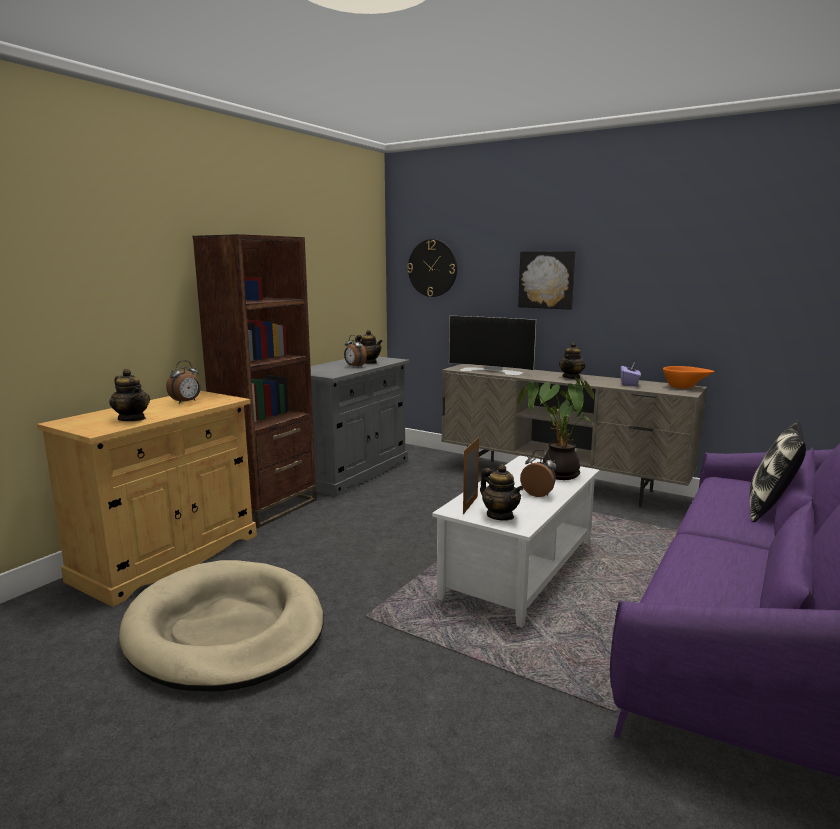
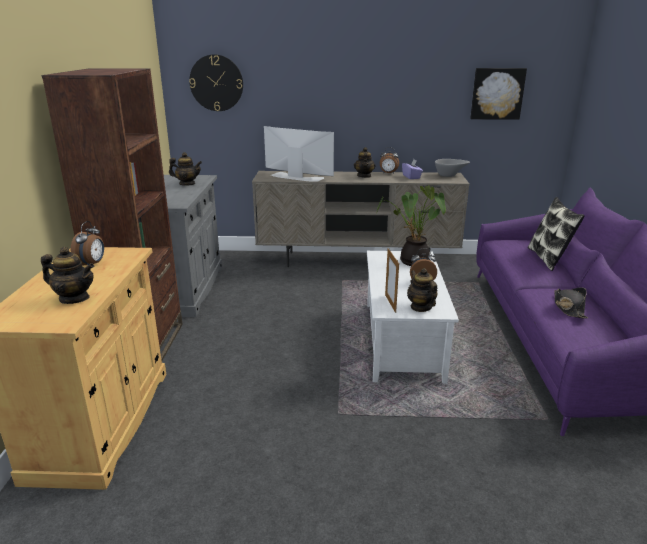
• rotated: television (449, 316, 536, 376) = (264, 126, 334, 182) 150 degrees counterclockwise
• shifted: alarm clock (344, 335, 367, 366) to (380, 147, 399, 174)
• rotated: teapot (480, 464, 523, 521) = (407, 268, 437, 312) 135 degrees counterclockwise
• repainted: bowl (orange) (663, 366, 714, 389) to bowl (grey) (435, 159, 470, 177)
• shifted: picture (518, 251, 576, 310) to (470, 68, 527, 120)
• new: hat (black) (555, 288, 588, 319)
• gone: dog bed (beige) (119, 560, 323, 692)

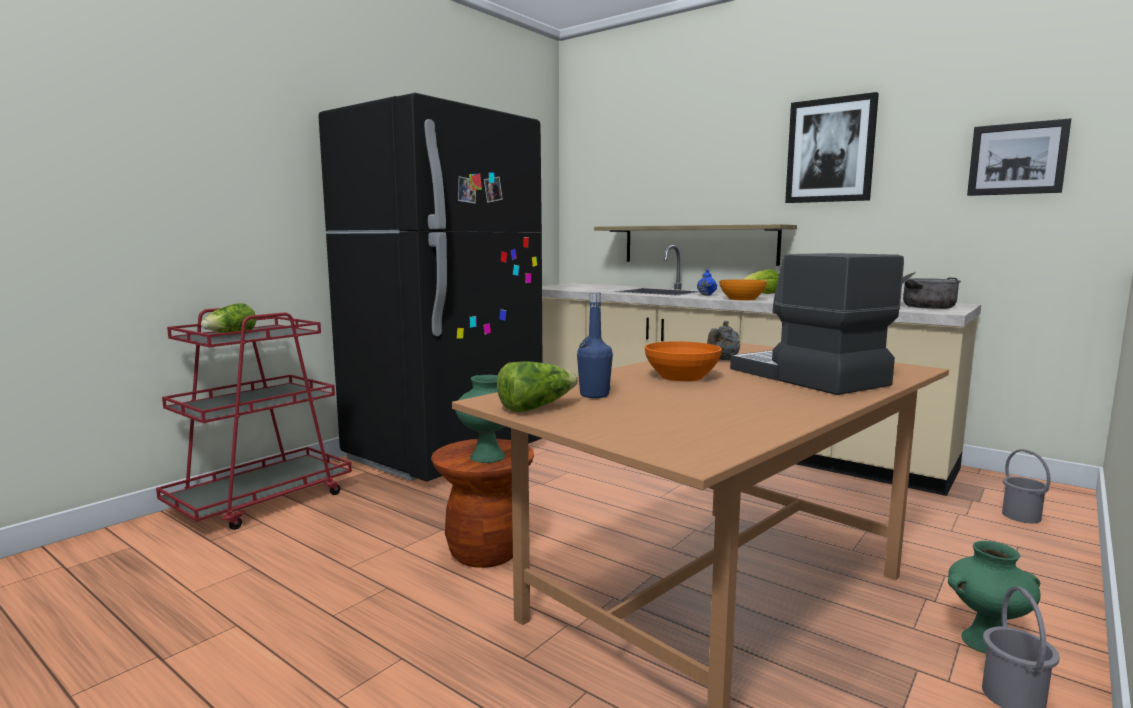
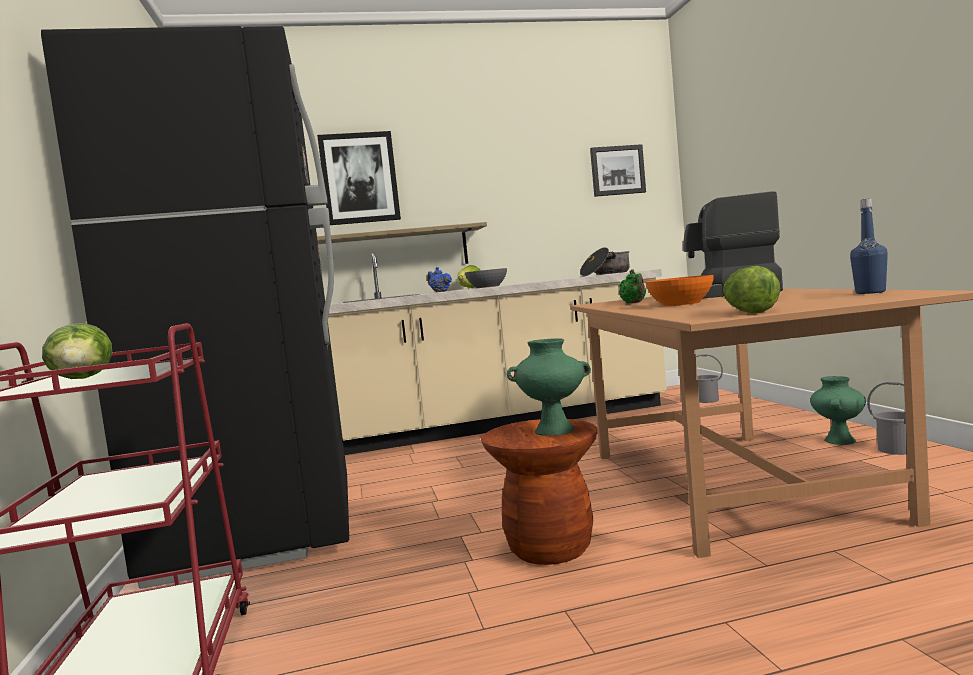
• shifted: picture (785, 92, 879, 203) to (317, 131, 401, 225)
• repainted: bowl (orange) (719, 279, 767, 300) to bowl (grey) (465, 268, 507, 288)
• repainted: teapot (grey) (707, 321, 740, 360) to teapot (green) (619, 269, 646, 304)
• shifted: bottle (blue) (577, 292, 613, 398) to (850, 199, 888, 294)

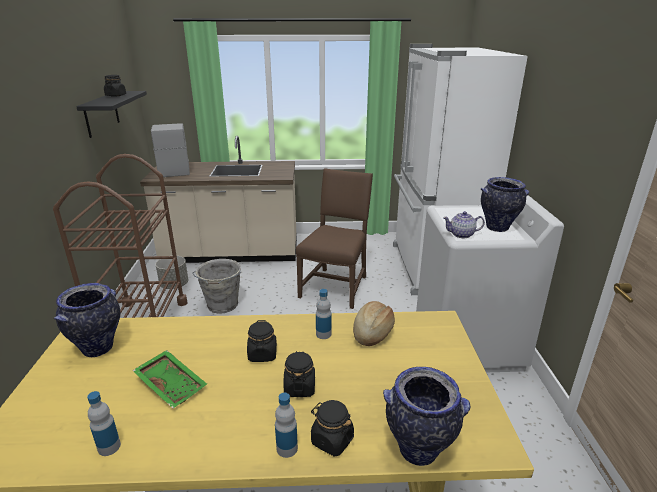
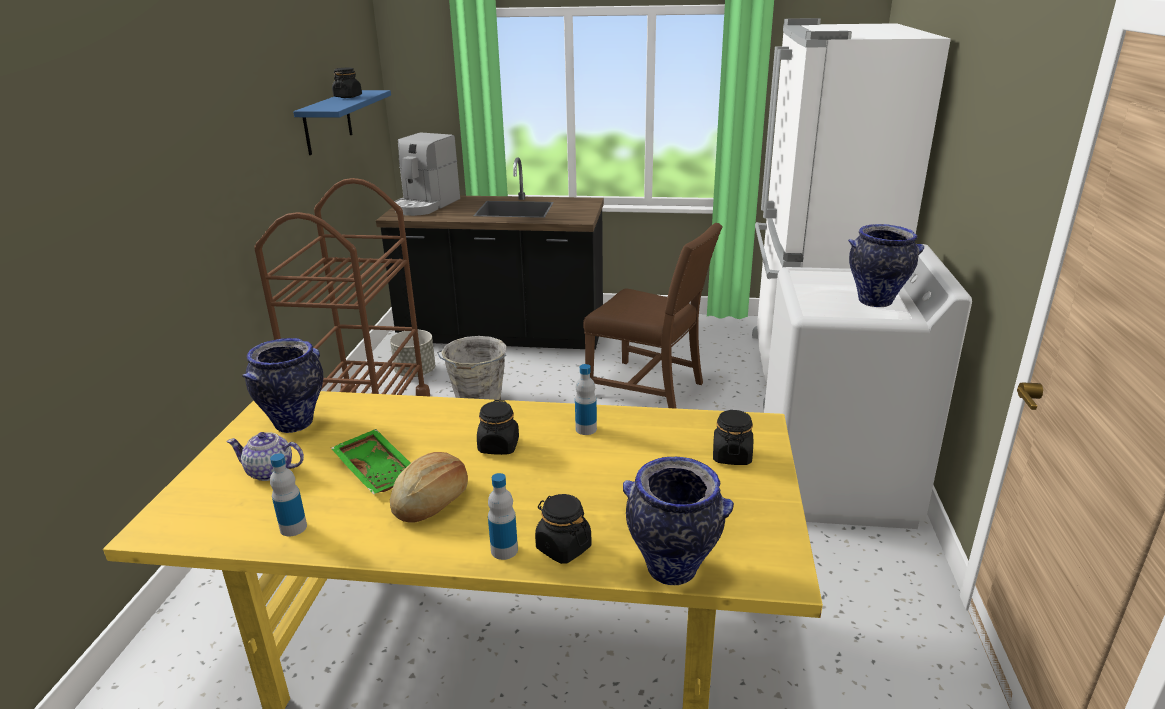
• shifted: teapot (443, 211, 485, 238) to (226, 432, 304, 481)
• repainted: shelf (black) (76, 91, 147, 138) to shelf (blue) (293, 90, 391, 155)
• repainted: counter (beige) (140, 136, 297, 263) to counter (black) (376, 157, 604, 350)
• shifted: bread (353, 301, 395, 346) to (390, 452, 468, 522)
• rotated: coffee machine (151, 123, 190, 177) = (394, 132, 460, 216) 150 degrees counterclockwise
• rotated: chair (brown) (296, 168, 373, 309) = (583, 223, 723, 409) 90 degrees clockwise
• shifted: jar (black) (283, 351, 315, 397) to (713, 410, 753, 465)

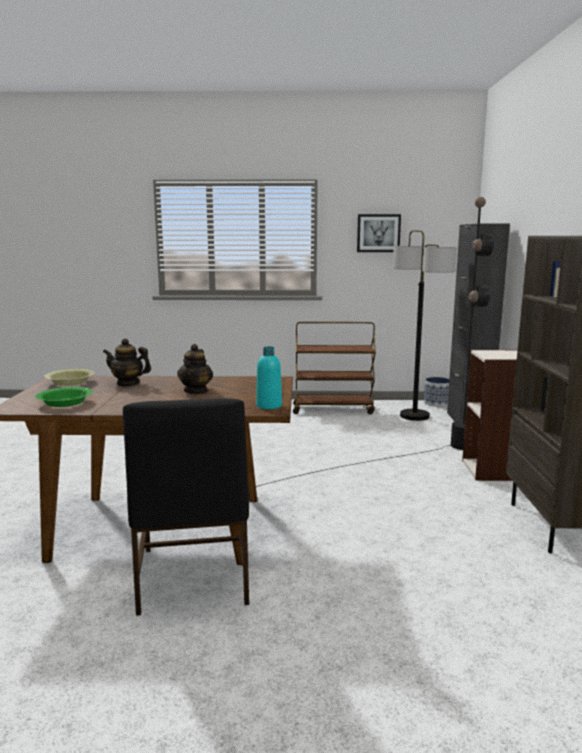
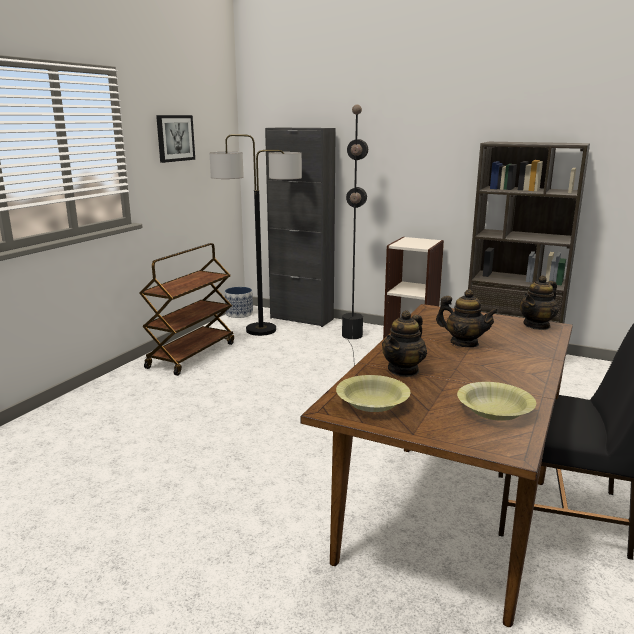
• repainted: bowl (green) (35, 387, 93, 407) to bowl (yellow) (457, 382, 536, 421)
• swapped: bottle (turquoise) (256, 346, 282, 409) to teapot (520, 275, 558, 330)

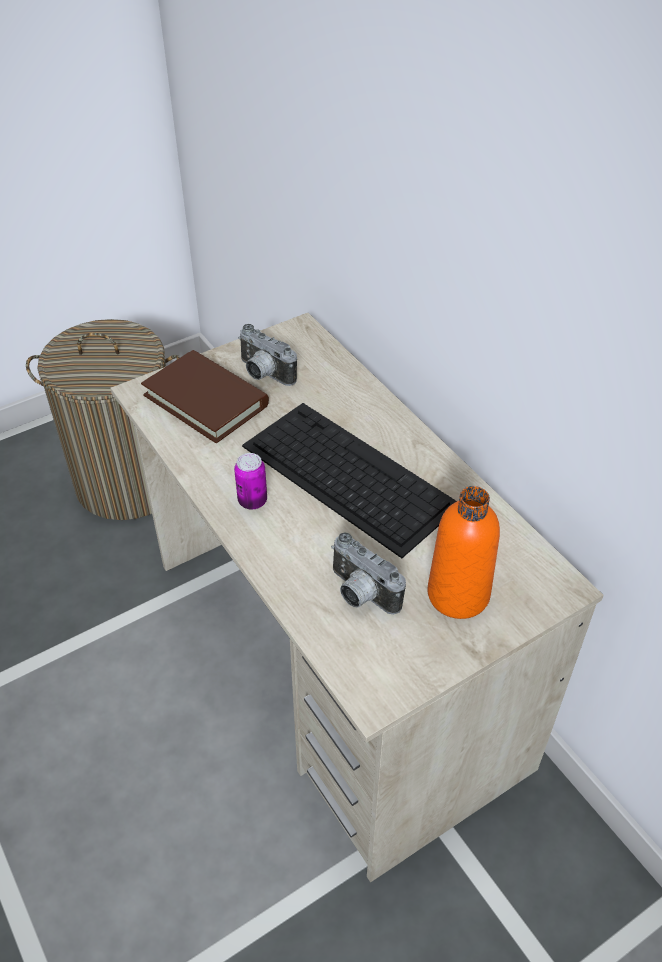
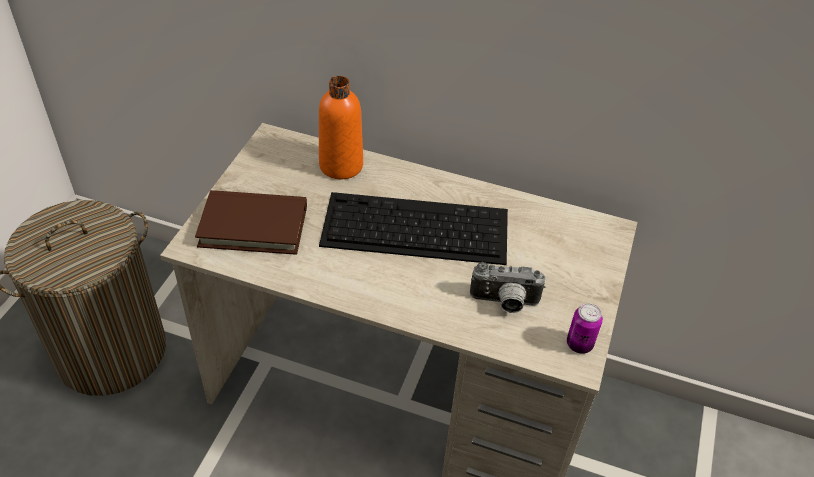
• shifted: bottle (orange) (427, 486, 500, 619) to (319, 76, 363, 179)
• shifted: can (234, 453, 267, 509) to (567, 303, 603, 354)
• gone: photo camera (238, 324, 297, 386)

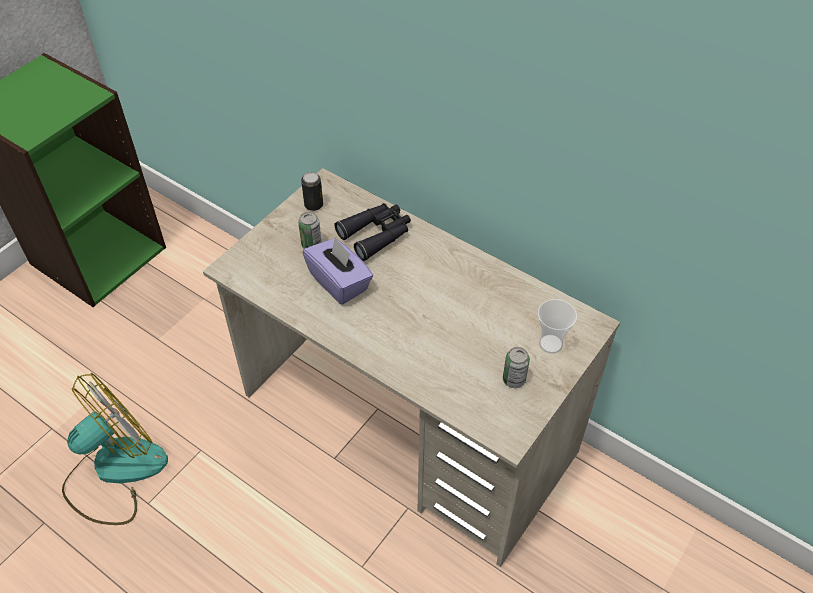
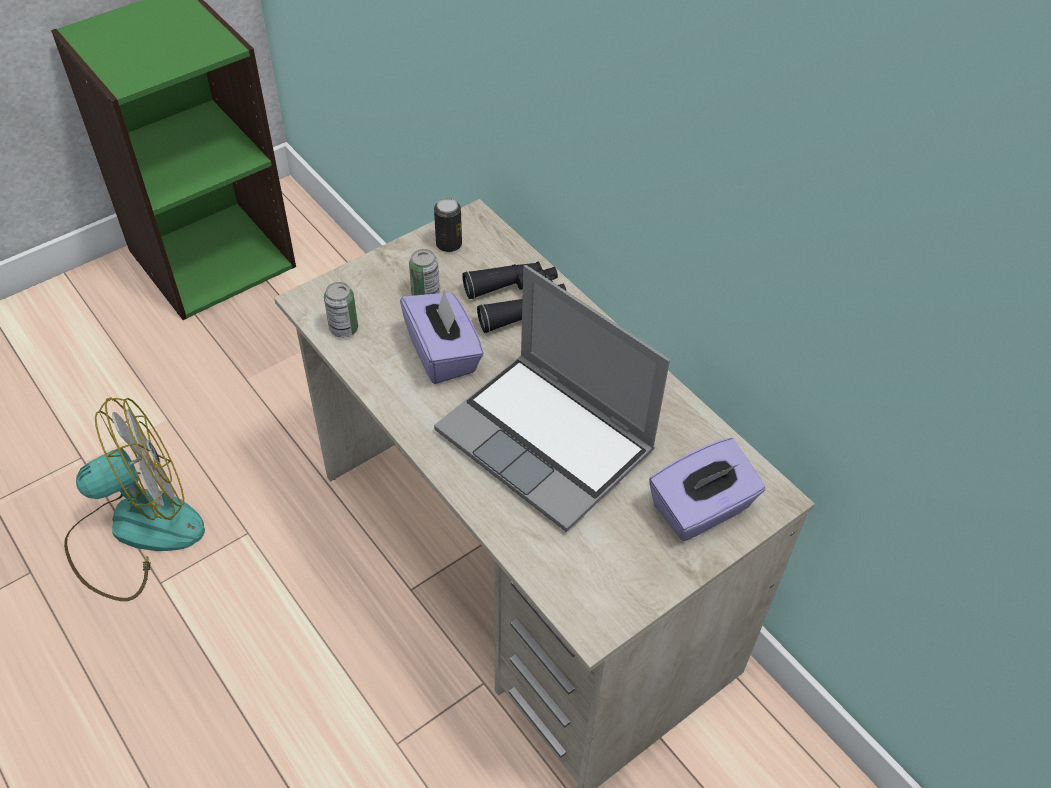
• shifted: can (503, 347, 530, 388) to (324, 282, 358, 338)
• new: laptop (434, 265, 670, 532)
• swapped: cup (538, 299, 577, 354) to tissue box (purple) (649, 438, 765, 541)

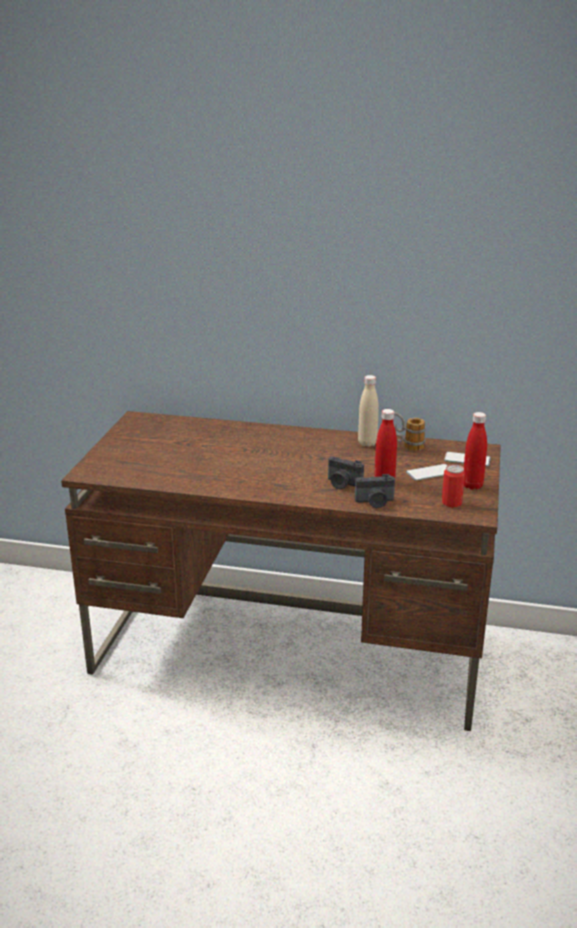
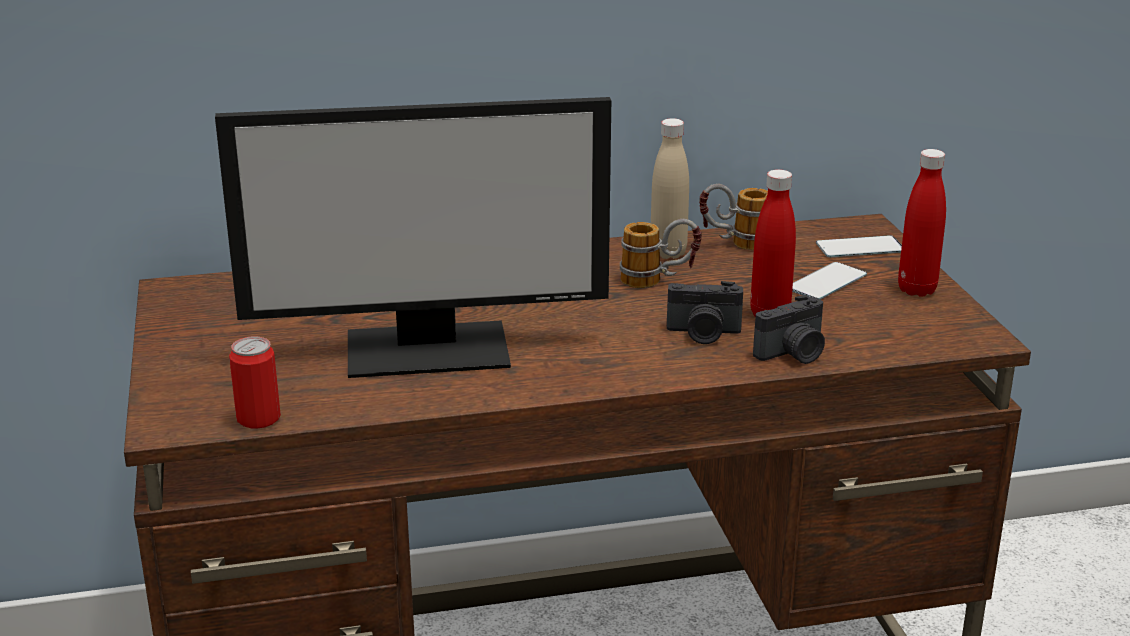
• new: monitor (215, 97, 611, 378)
• shifted: can (442, 464, 465, 507) to (229, 336, 281, 429)
• new: mug (620, 219, 702, 288)

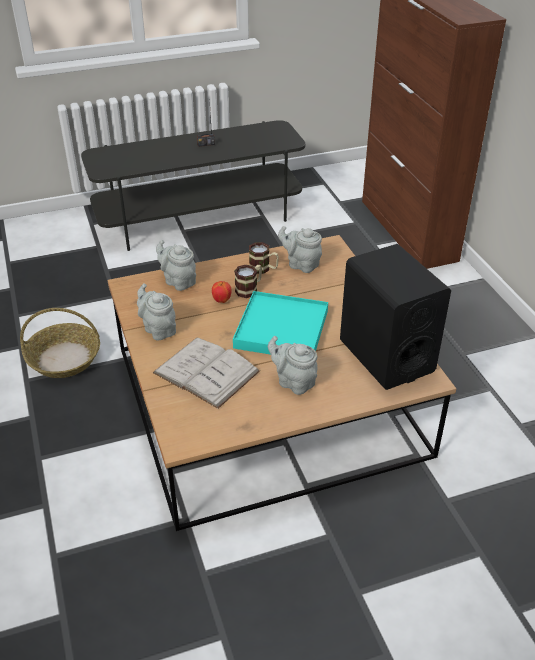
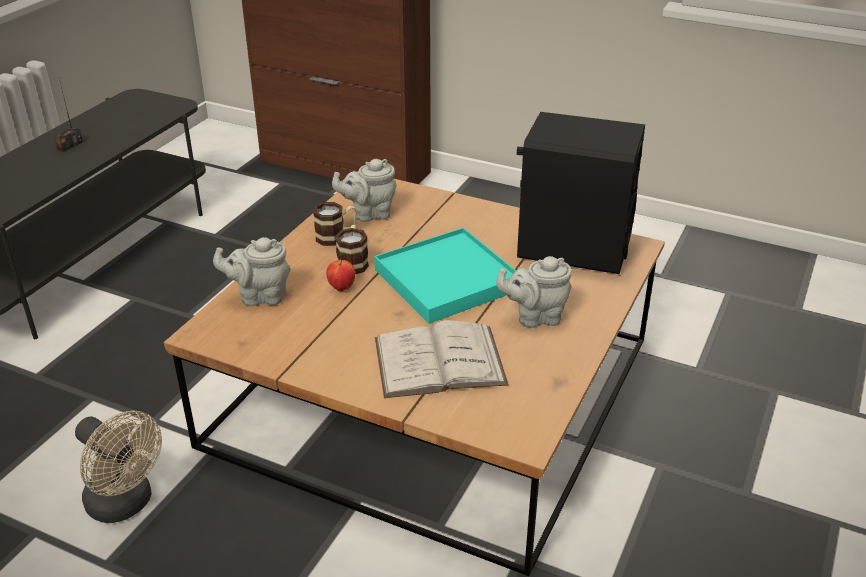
• swapped: basket (20, 308, 100, 378) to fan (beige) (75, 411, 162, 523)
• gone: teapot (grey) (137, 283, 176, 340)

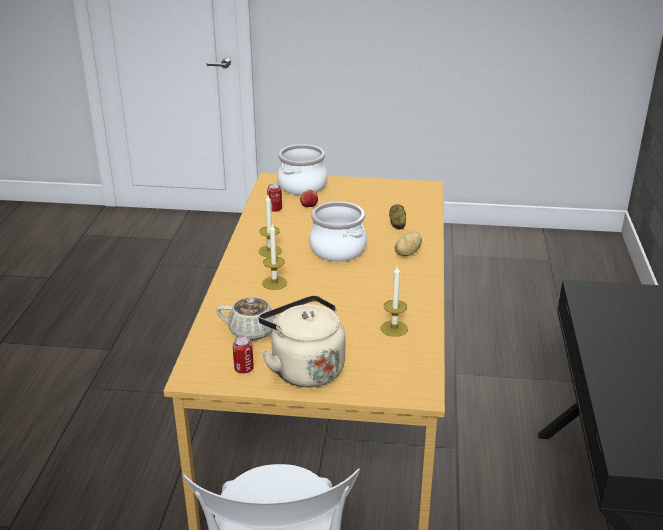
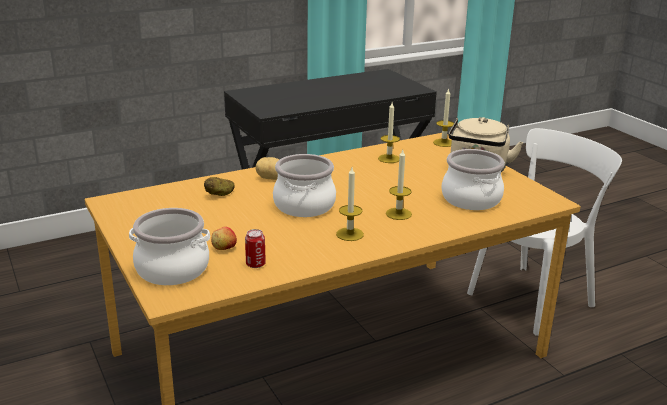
• new: candle (433, 88, 454, 147)
• swapped: teapot (beige) (216, 297, 278, 341) to cooking pot (441, 149, 505, 210)
• gone: can (233, 336, 254, 374)

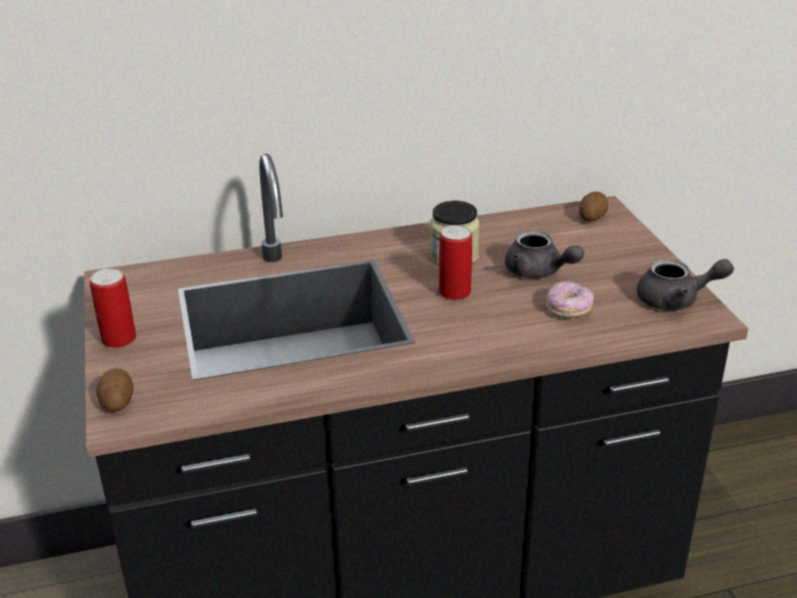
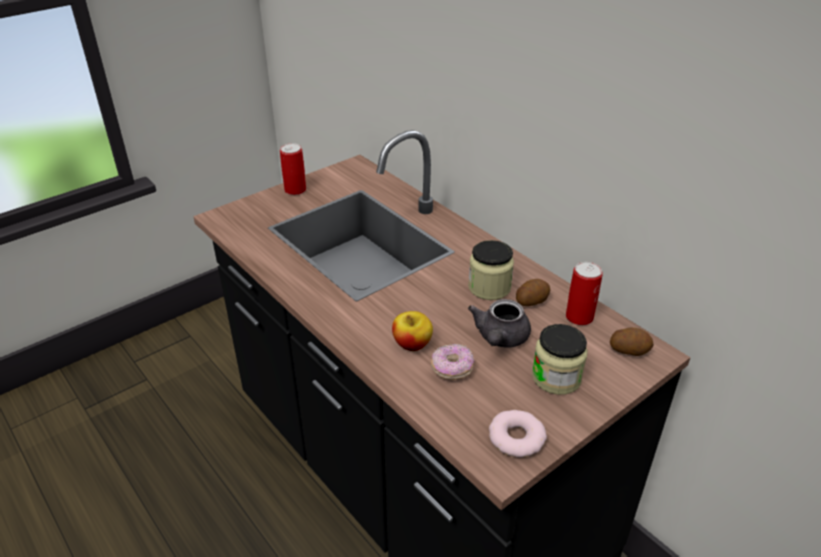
• new: apple (392, 311, 433, 351)
• swapped: teapot (grey) (637, 259, 734, 310) to donut (489, 410, 547, 457)
• shifted: potato (96, 368, 134, 412) to (516, 279, 551, 306)
• new: jar (532, 324, 588, 395)
• shifted: can (439, 225, 472, 300) to (566, 262, 603, 325)

